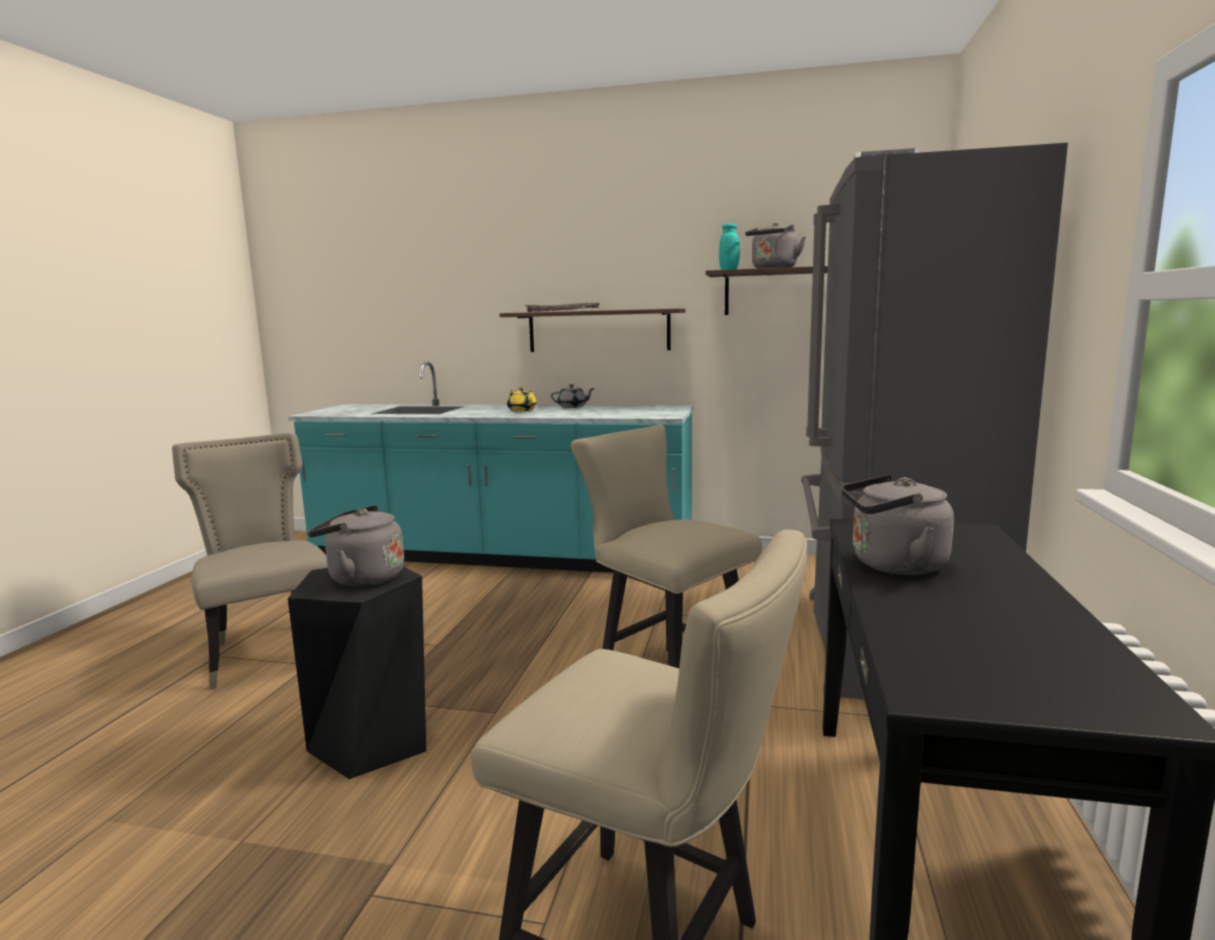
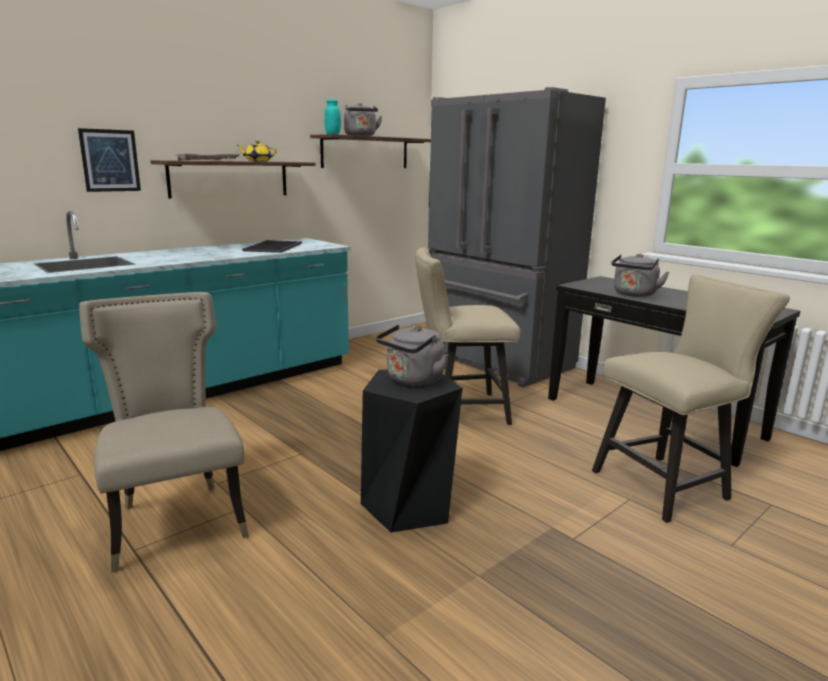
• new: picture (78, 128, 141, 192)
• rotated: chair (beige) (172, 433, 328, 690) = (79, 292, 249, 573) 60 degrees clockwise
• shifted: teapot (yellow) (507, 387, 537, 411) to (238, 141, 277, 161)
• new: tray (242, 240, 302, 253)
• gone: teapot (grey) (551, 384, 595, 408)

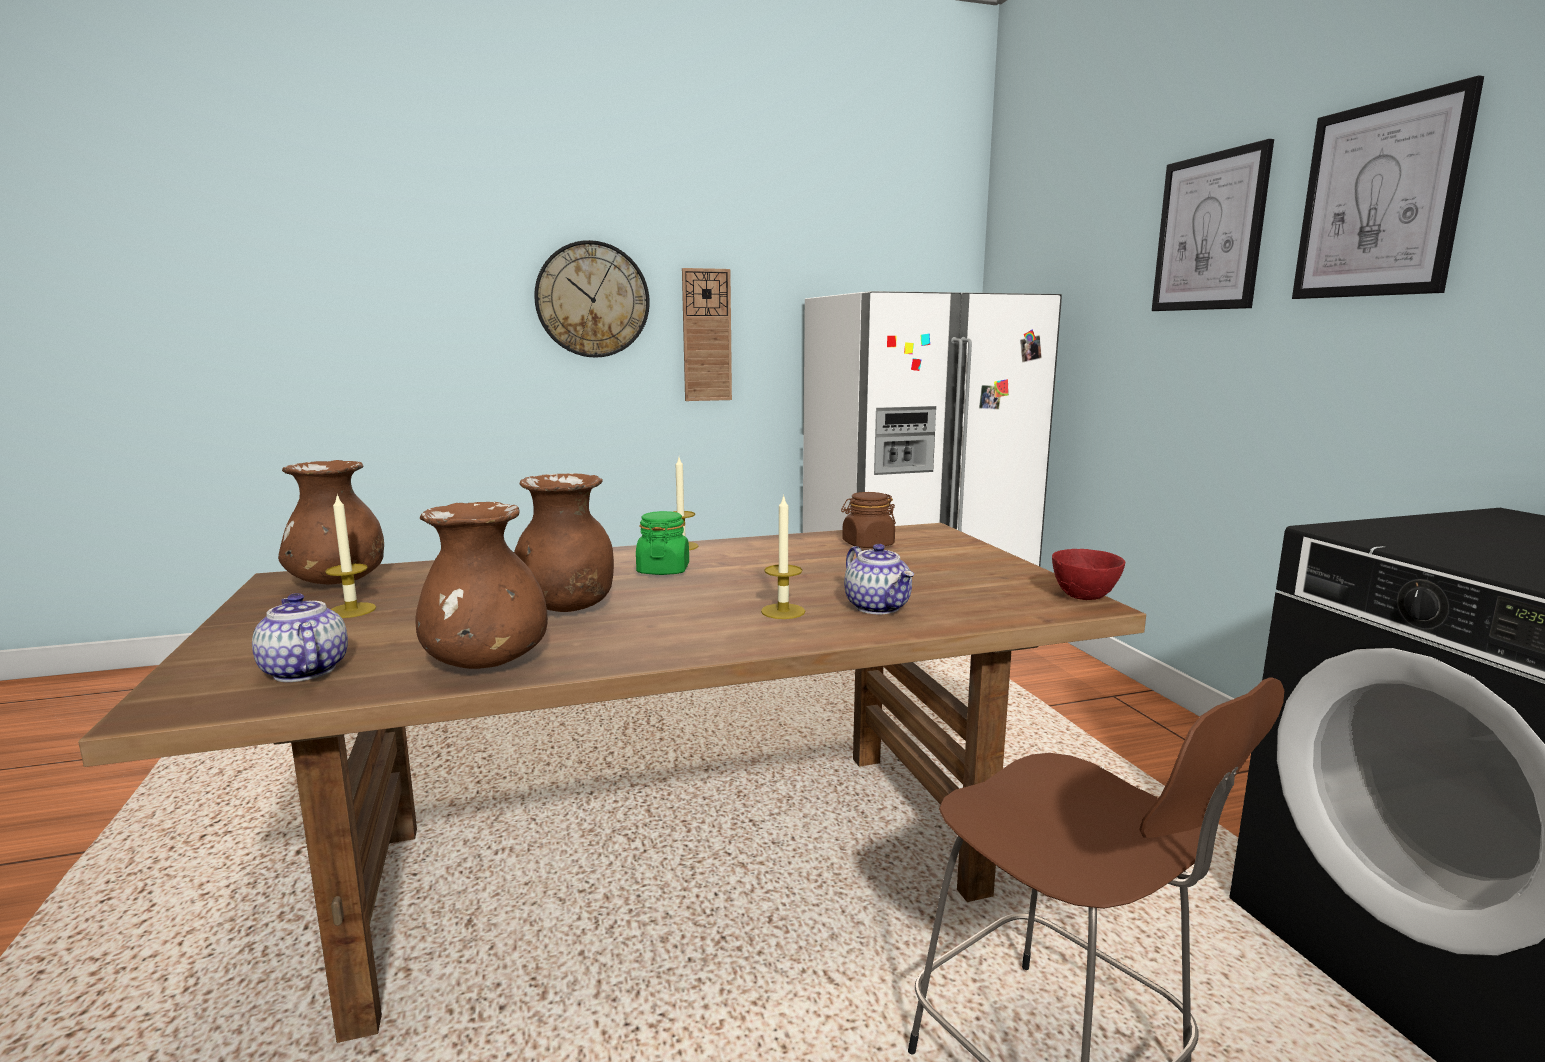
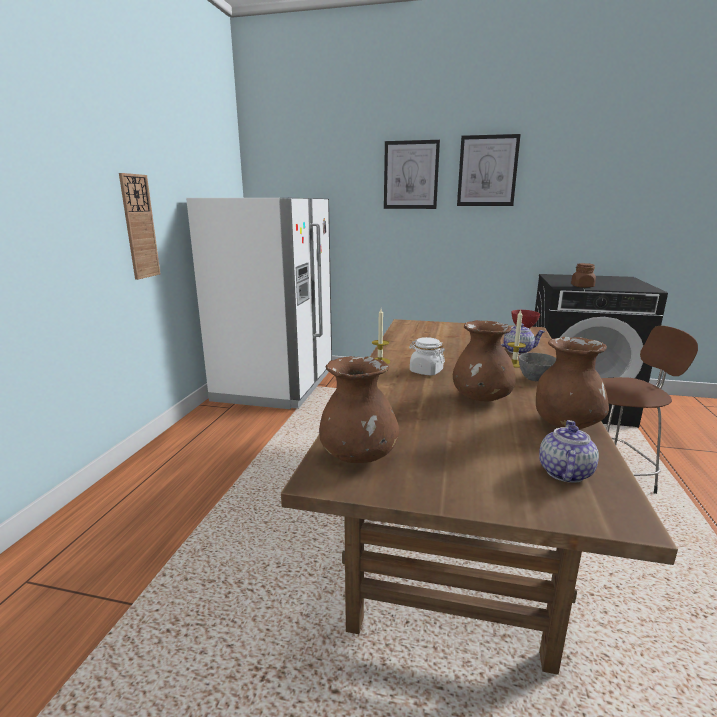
• repainted: jar (green) (636, 511, 689, 575) to jar (white) (409, 337, 445, 375)
• new: bowl (grey) (519, 353, 556, 381)
• rotated: teapot (252, 593, 348, 682) = (539, 420, 599, 483) 120 degrees clockwise
• shifted: jar (brown) (841, 492, 896, 548) to (571, 263, 596, 288)
• gone: candle (325, 495, 376, 618)
• gone: wall clock (534, 240, 650, 357)

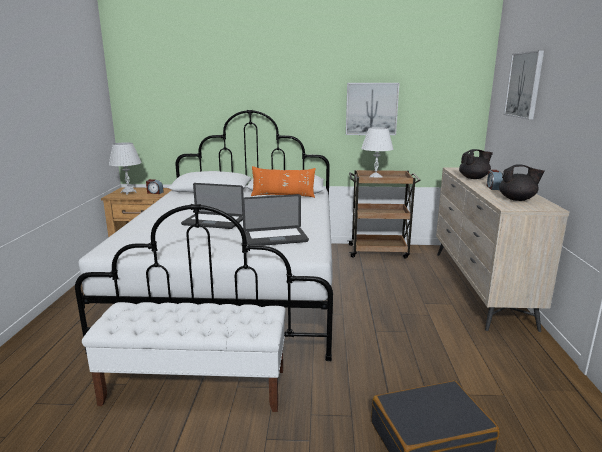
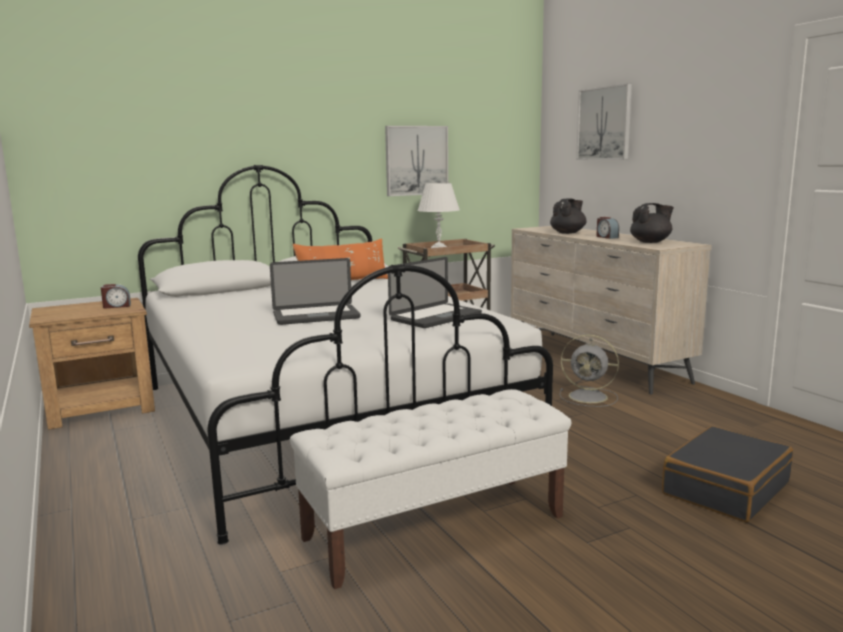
• new: fan (grey) (560, 334, 619, 407)
• gone: table lamp (white) (108, 142, 142, 195)

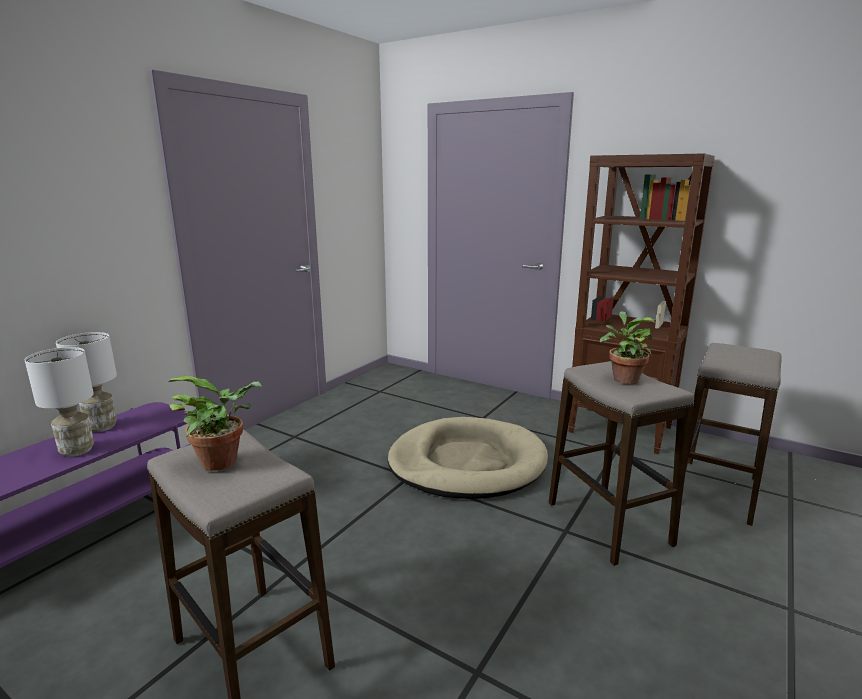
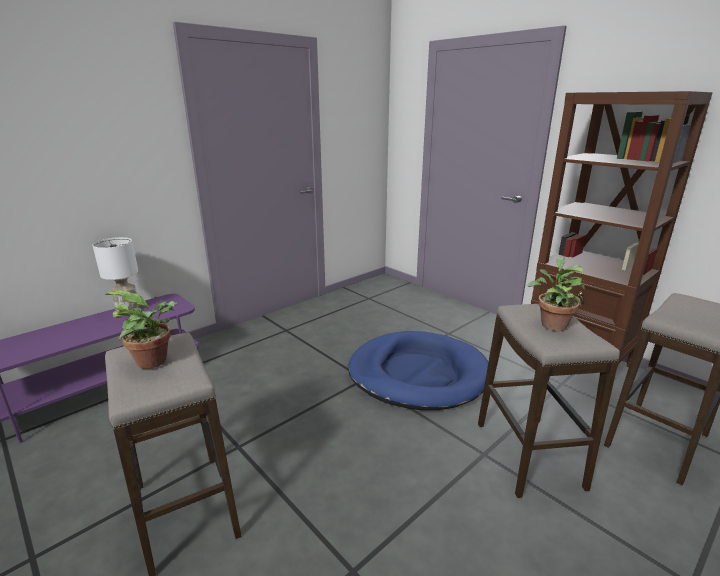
• repainted: dog bed (beige) (388, 417, 548, 499) to dog bed (blue) (348, 331, 488, 410)
• gone: table lamp (white) (25, 347, 94, 457)

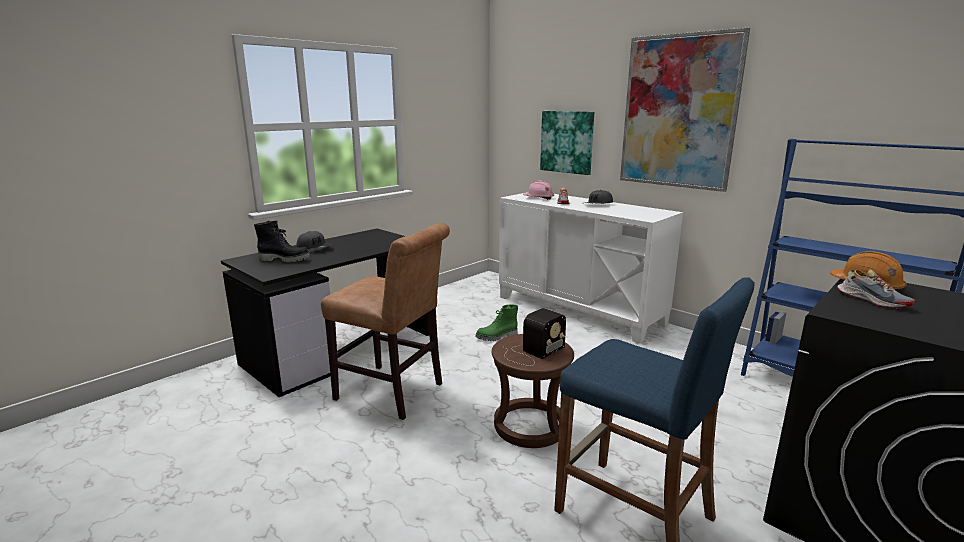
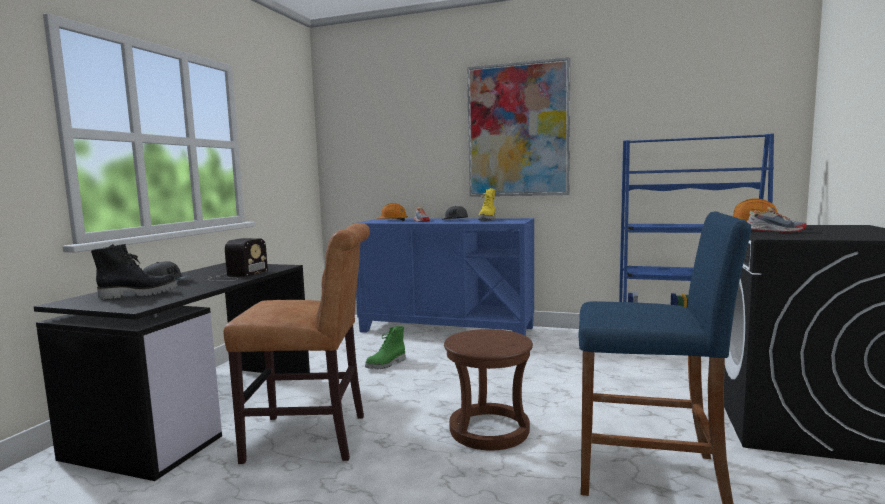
• shifted: radio (504, 308, 566, 366) to (207, 238, 268, 281)
• repainted: cabinet (white) (499, 193, 683, 344) to cabinet (blue) (353, 218, 534, 336)
• repainted: hard hat (pink) (523, 181, 554, 200) to hard hat (orange) (376, 203, 408, 221)
• new: boot (yellow) (478, 188, 496, 221)
• gone: picture (540, 111, 594, 175)

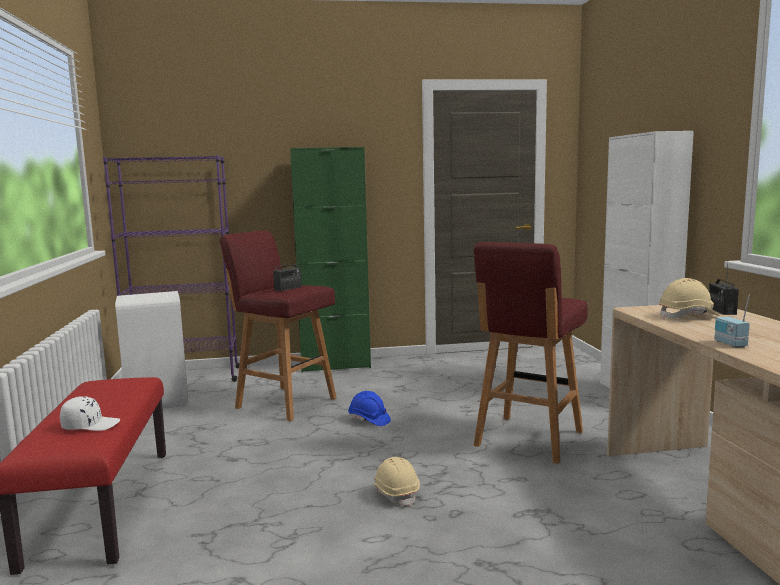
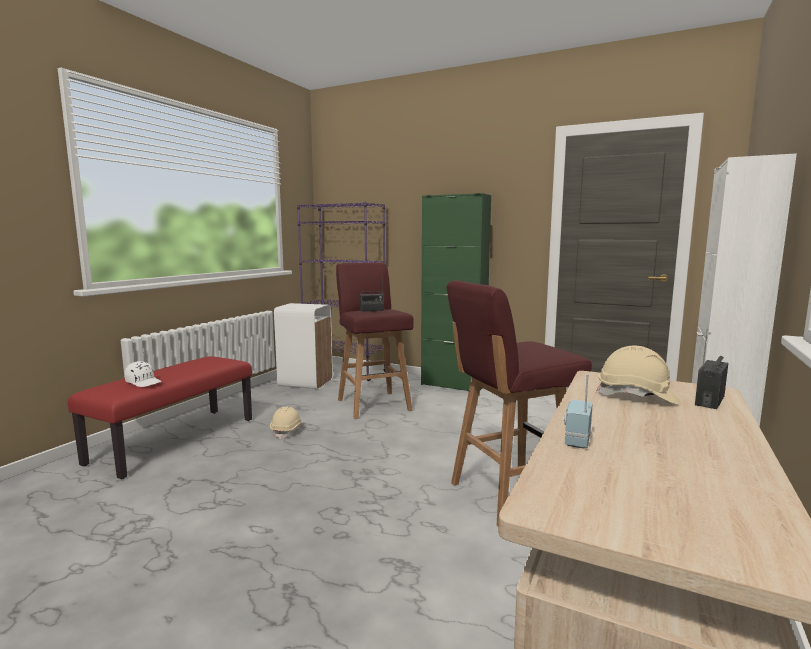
• shifted: hard hat (beige) (373, 457, 420, 507) to (270, 407, 303, 440)
• gone: hard hat (blue) (348, 391, 391, 426)

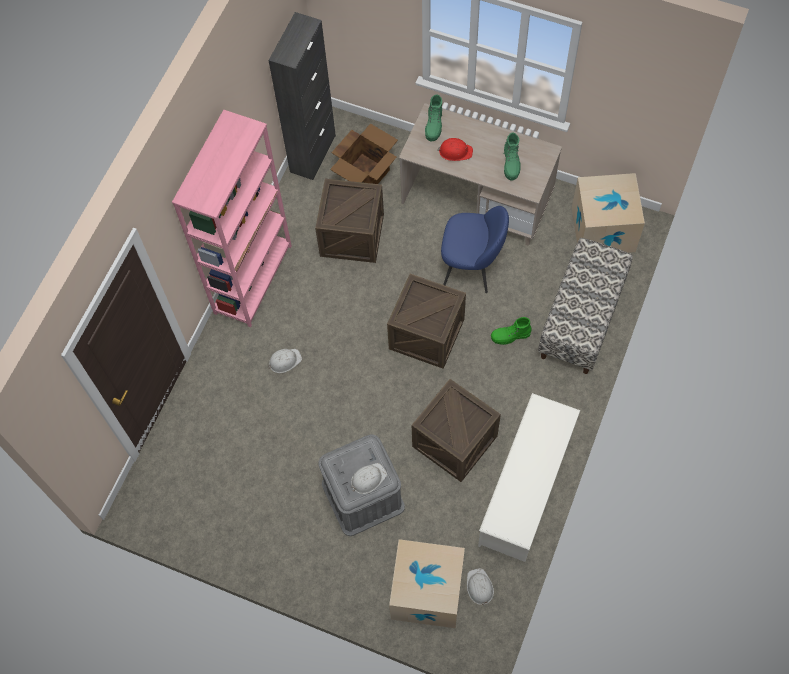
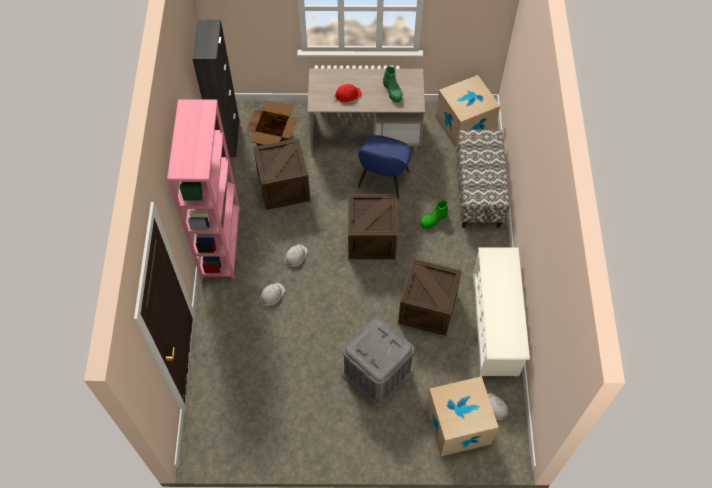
• shifted: hard hat (white) (351, 463, 387, 494) to (285, 244, 308, 267)
• rotated: chair (blue) (441, 206, 509, 293) = (358, 135, 411, 199) 120 degrees clockwise
• gone: boot (green) (425, 94, 442, 141)

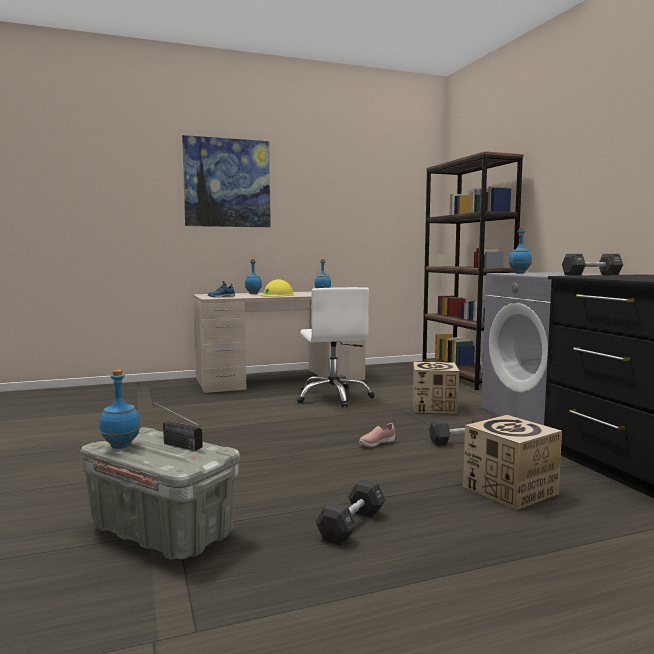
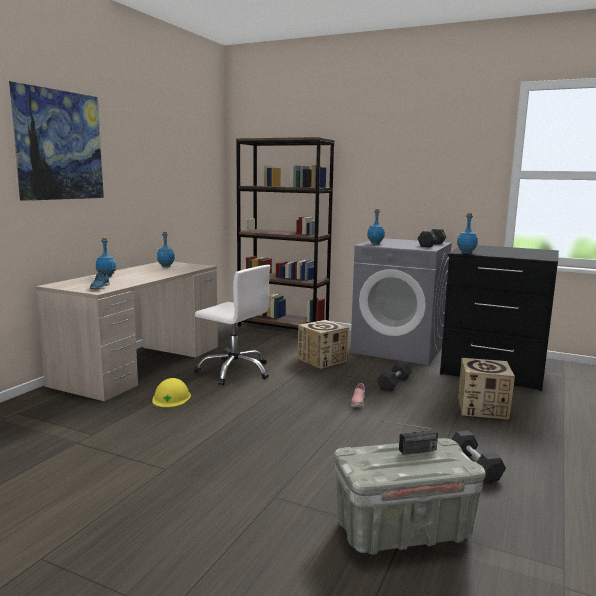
• shifted: hard hat (yellow) (259, 279, 294, 297) to (152, 378, 191, 407)
• shifted: bottle (blue) (99, 370, 141, 449) to (457, 213, 478, 254)

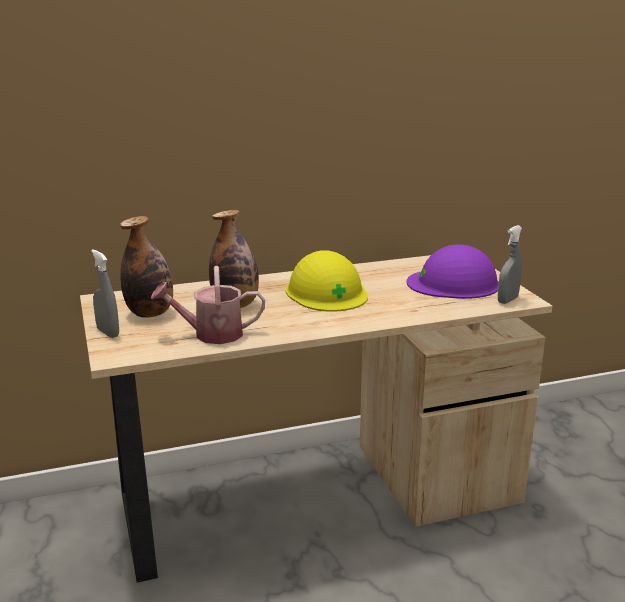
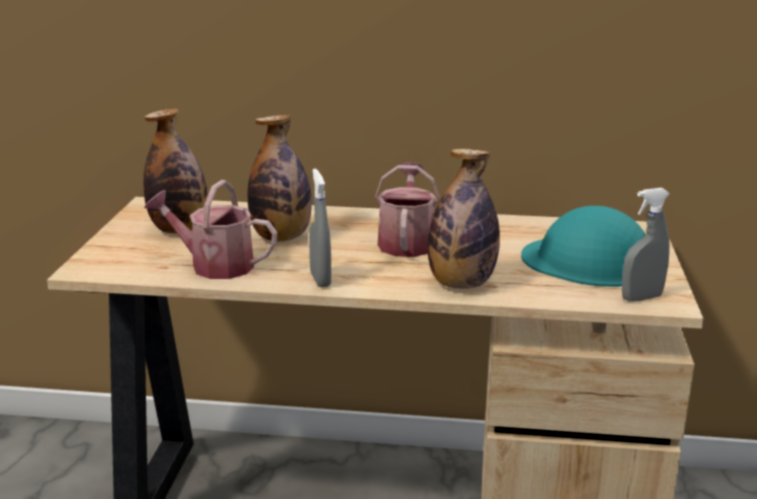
• shifted: spray bottle (grey) (91, 249, 119, 338) to (309, 169, 331, 287)
• swapped: hard hat (yellow) (286, 251, 368, 312) to watering can (375, 162, 440, 257)
• new: bottle (428, 149, 500, 289)
• repainted: hard hat (purple) (406, 244, 499, 299) to hard hat (turquoise) (521, 206, 646, 287)

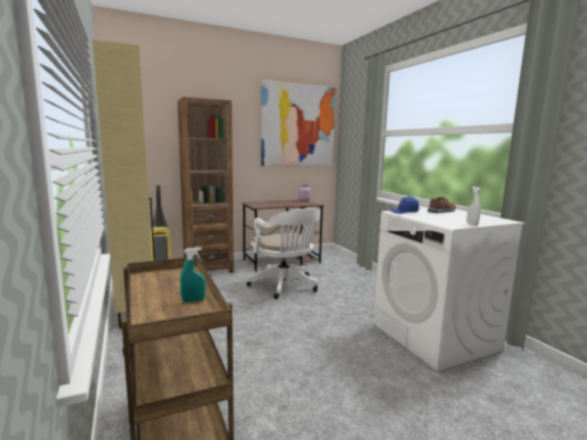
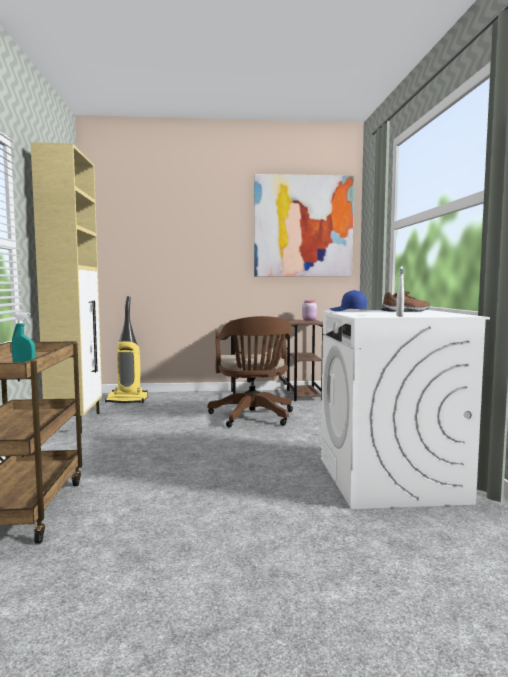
• repainted: office chair (white) (246, 209, 320, 299) to office chair (brown) (208, 316, 293, 427)
• gone: bookcase (brown) (177, 97, 234, 273)

